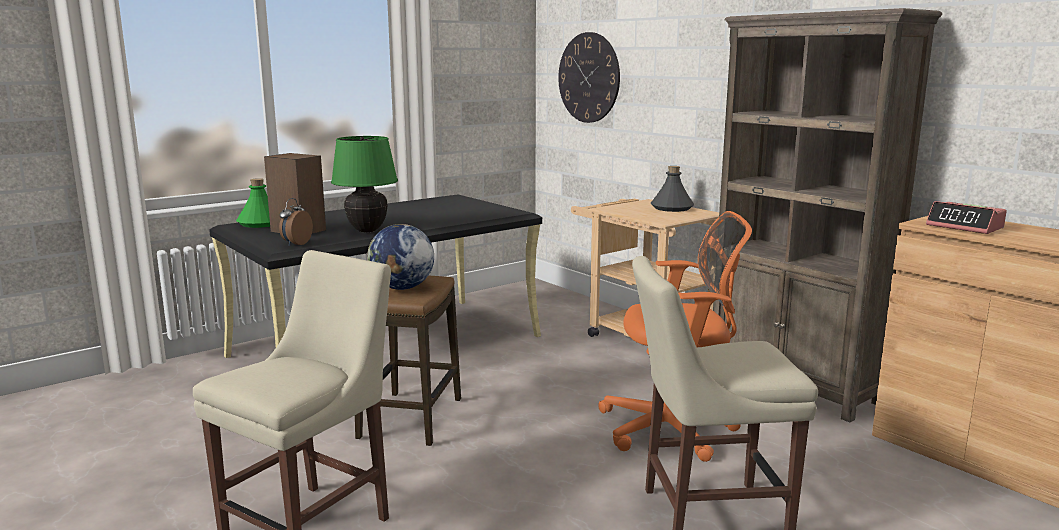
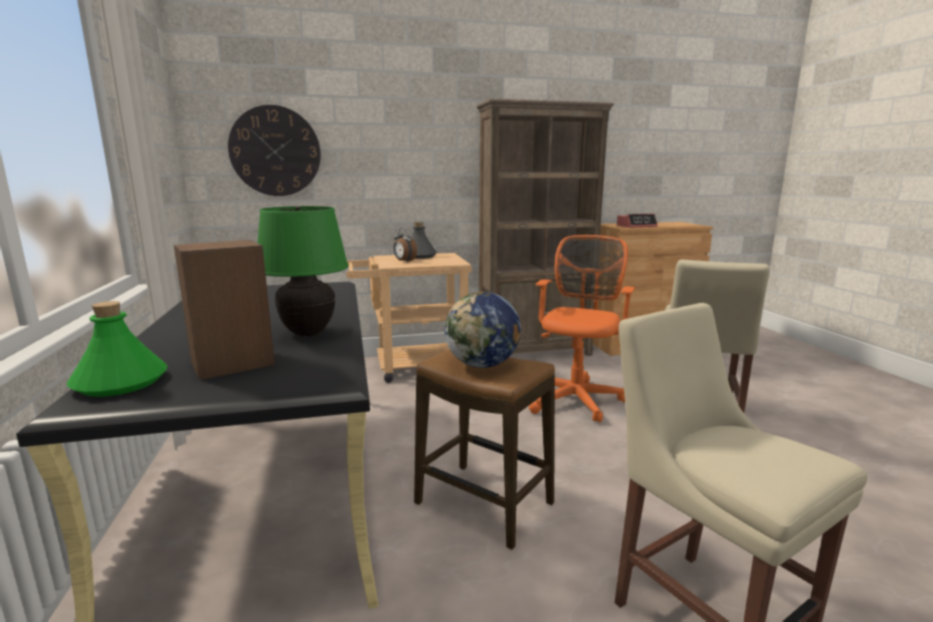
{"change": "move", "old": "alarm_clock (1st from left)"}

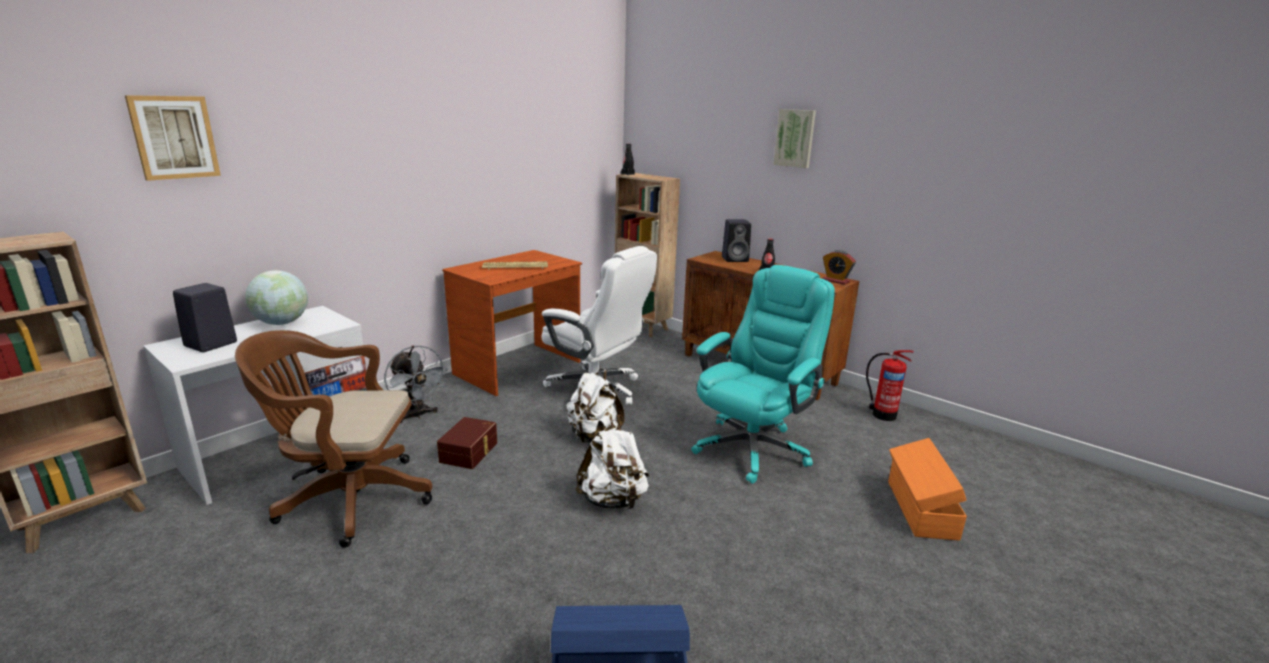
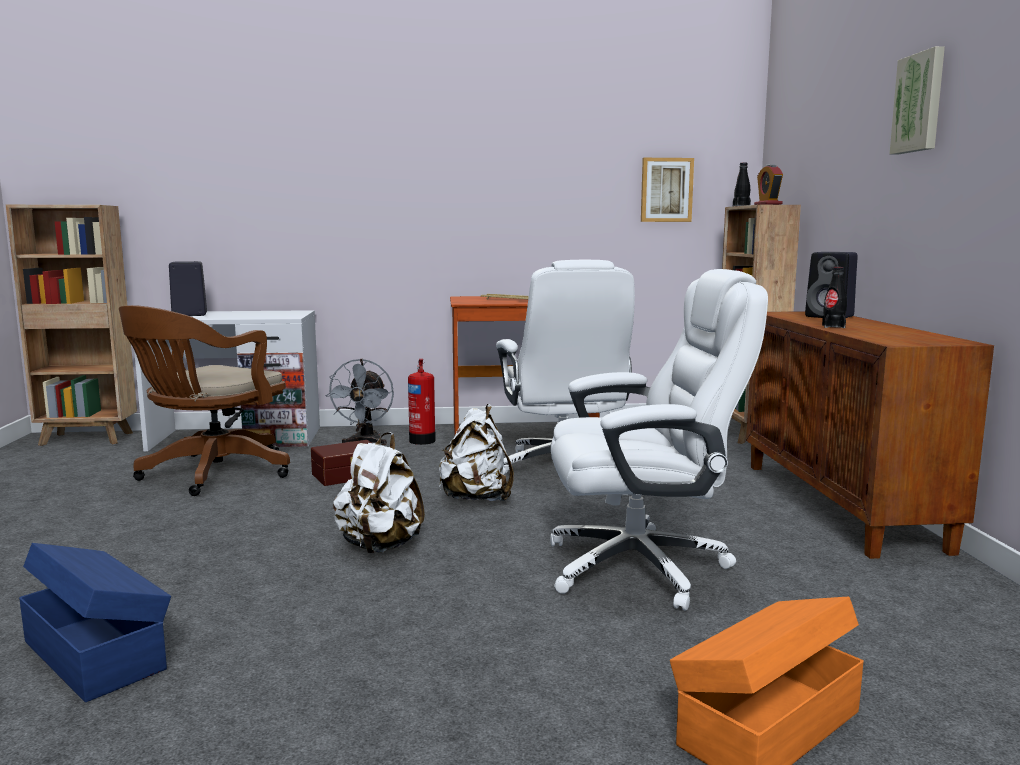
{"change": "rotate", "old": "brownish_office_chair", "degrees": -105}
{"change": "move", "old": "fire_extinguisher"}
{"change": "recolor", "old": "blue-green_office_chair", "new": "white_office_chair (2nd from left)"}
{"change": "move", "old": "wall_picture (1st from left)"}
{"change": "move", "old": "alarm_clock"}
{"change": "delete", "old": "globe"}

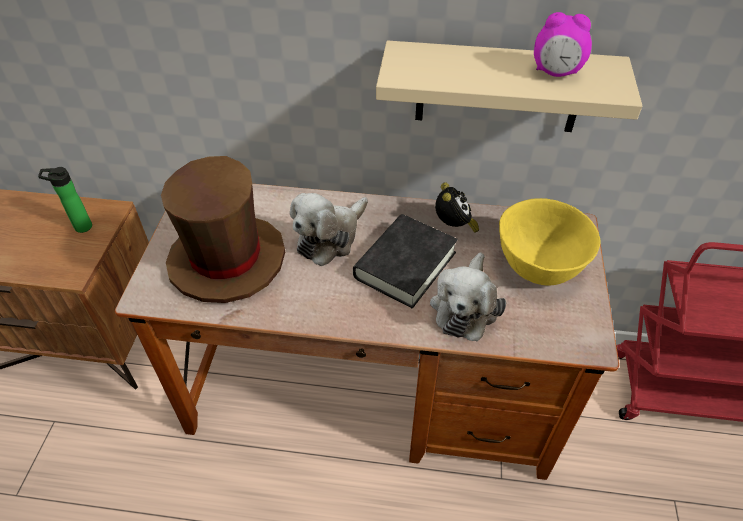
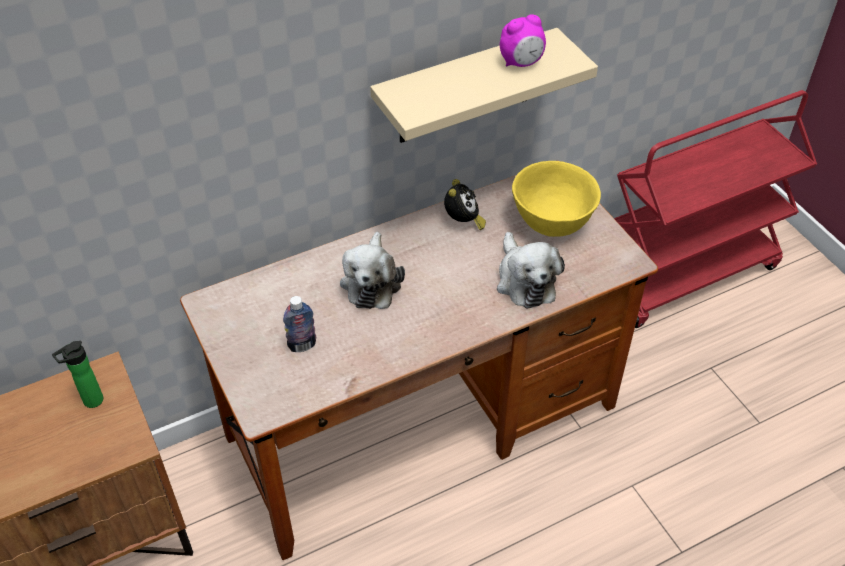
{"change": "replace", "old": "brownish_hat", "new": "drink_bottle (2nd from left)"}
{"change": "rotate", "old": "alarm_clock (1st from left)", "degrees": 45}
{"change": "delete", "old": "black-coloured_book"}

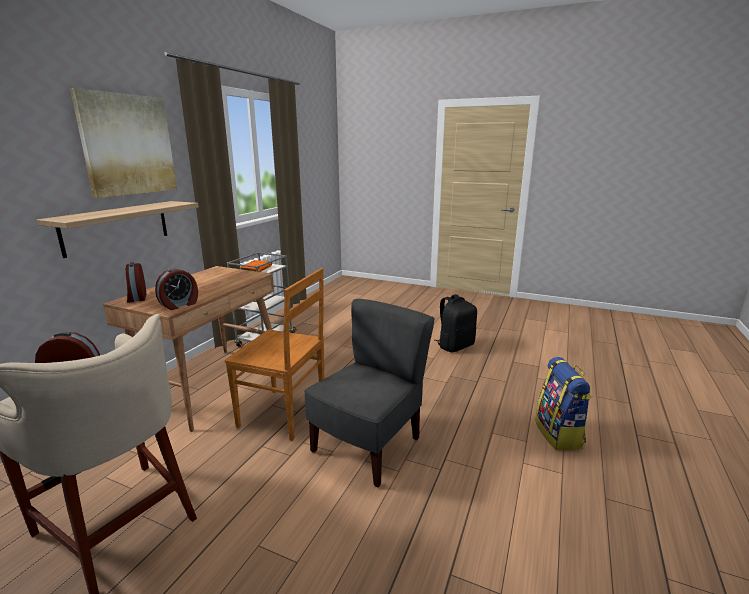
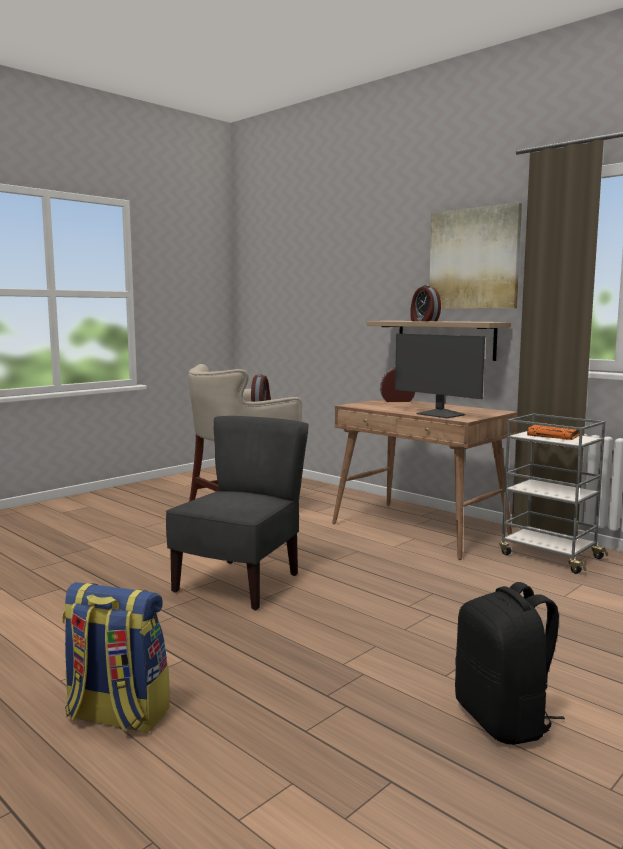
{"change": "rotate", "old": "gray_plain_chair", "degrees": -120}
{"change": "insert", "new": "computer_screen"}
{"change": "move", "old": "alarm_clock (3rd from left)"}
{"change": "delete", "old": "brownish_plain_chair"}

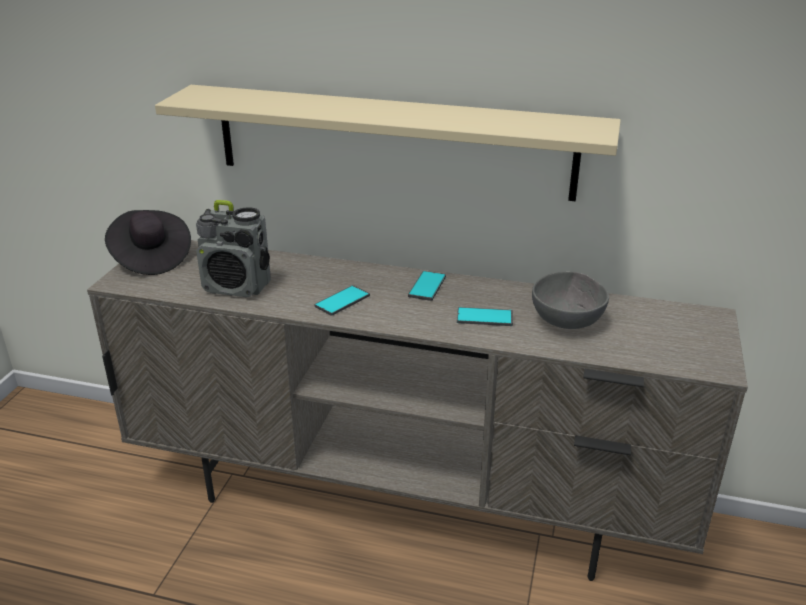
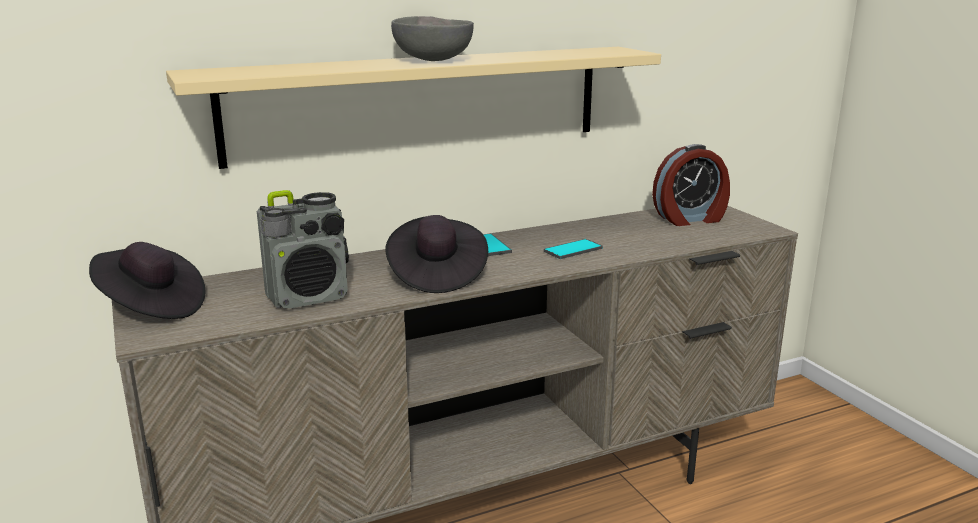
{"change": "replace", "old": "handset (1st from left)", "new": "black-coloured_hat (2nd from left)"}
{"change": "move", "old": "gray_deep_dish"}
{"change": "insert", "new": "alarm_clock"}

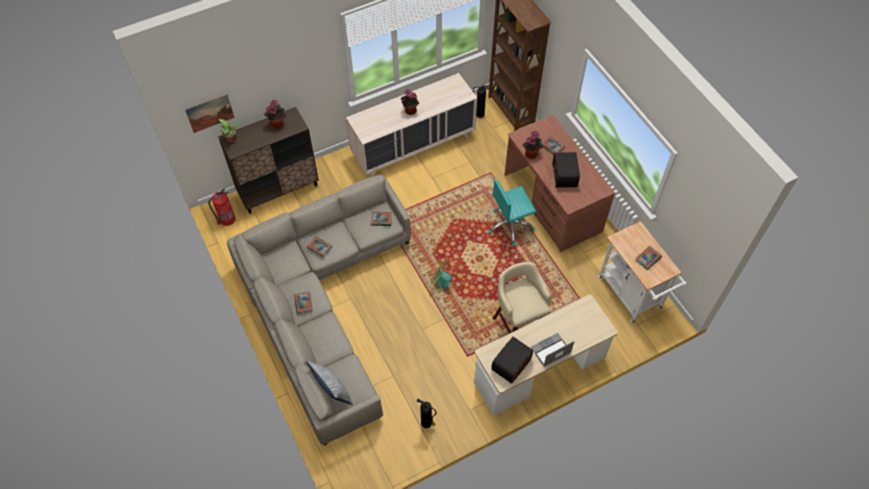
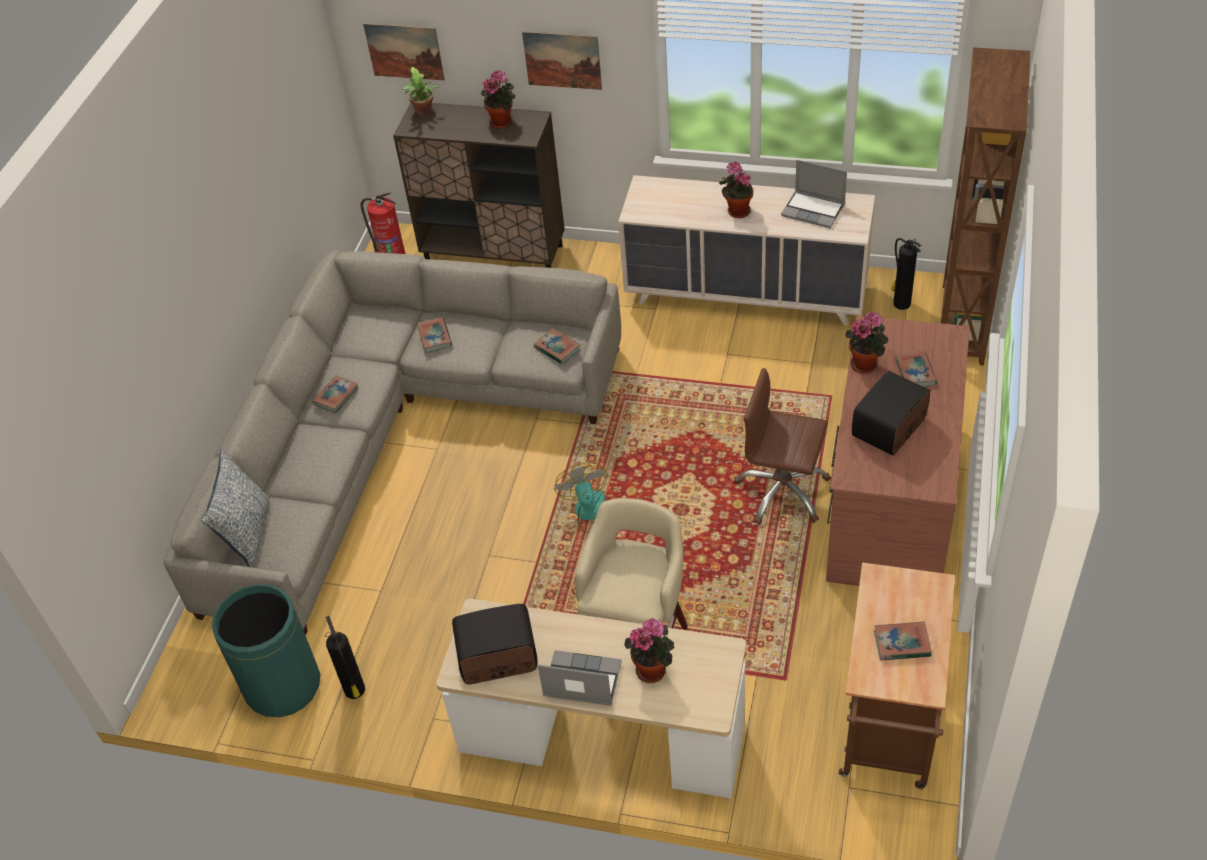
{"change": "insert", "new": "green_trash_can"}
{"change": "insert", "new": "wall_picture (2nd from left)"}
{"change": "insert", "new": "potted_plant (3rd from left)"}
{"change": "recolor", "old": "blue-green_office_chair", "new": "brownish_office_chair"}
{"change": "insert", "new": "portable_computer (2nd from left)"}
{"change": "recolor", "old": "white_trolley", "new": "brownish_trolley"}

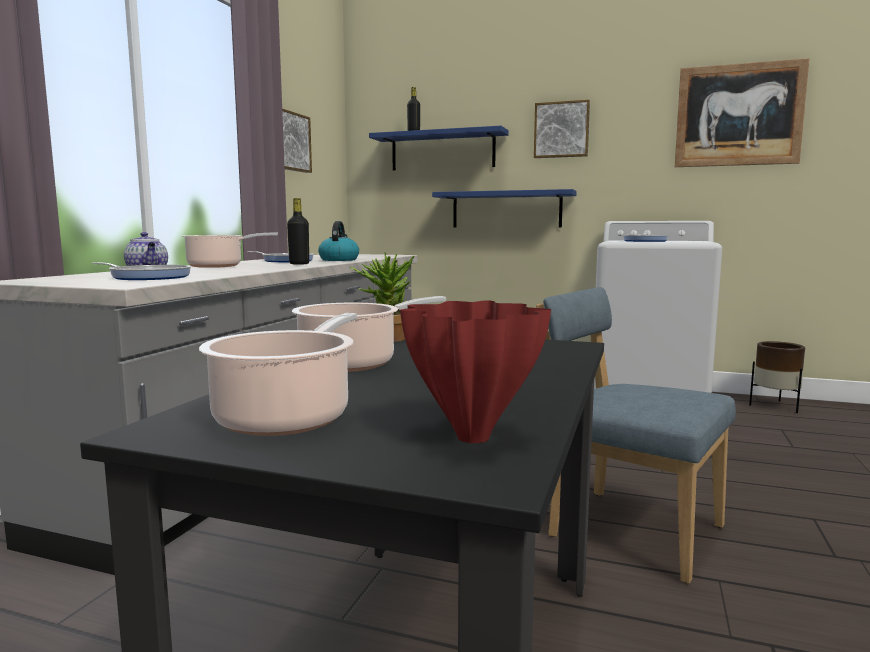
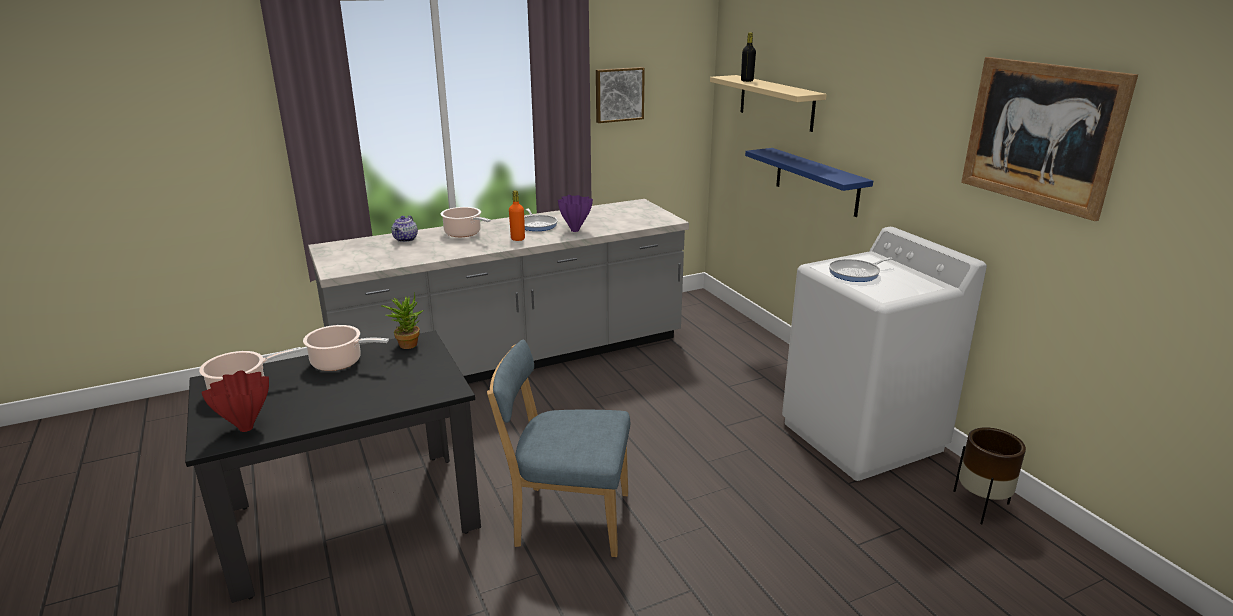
{"change": "rotate", "old": "blue-coloured_plain_chair", "degrees": -75}
{"change": "recolor", "old": "black-coloured_drink_bottle (1st from left)", "new": "orange_drink_bottle"}
{"change": "replace", "old": "kettle", "new": "purple_vase"}
{"change": "recolor", "old": "blue-coloured_shelf (1st from left)", "new": "sand-coloured_shelf"}
{"change": "delete", "old": "pan (1st from left)"}
{"change": "delete", "old": "wall_picture (2nd from left)"}

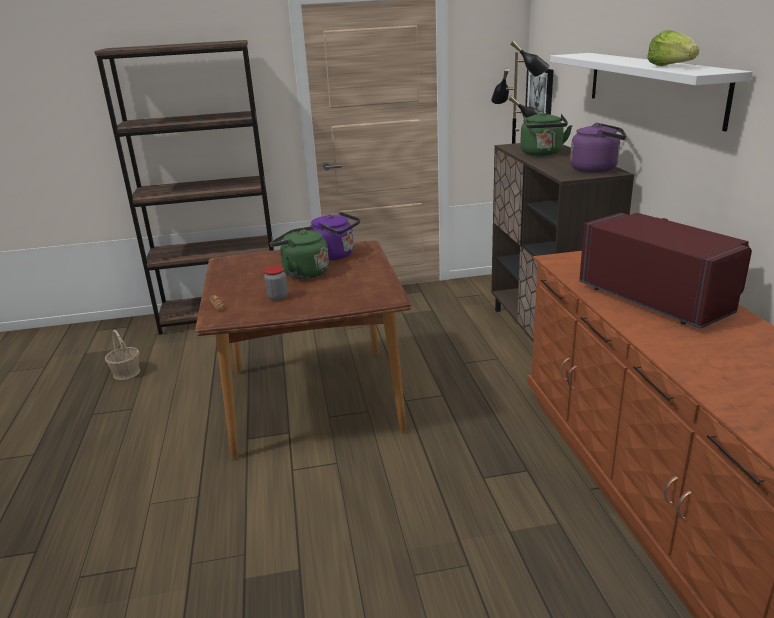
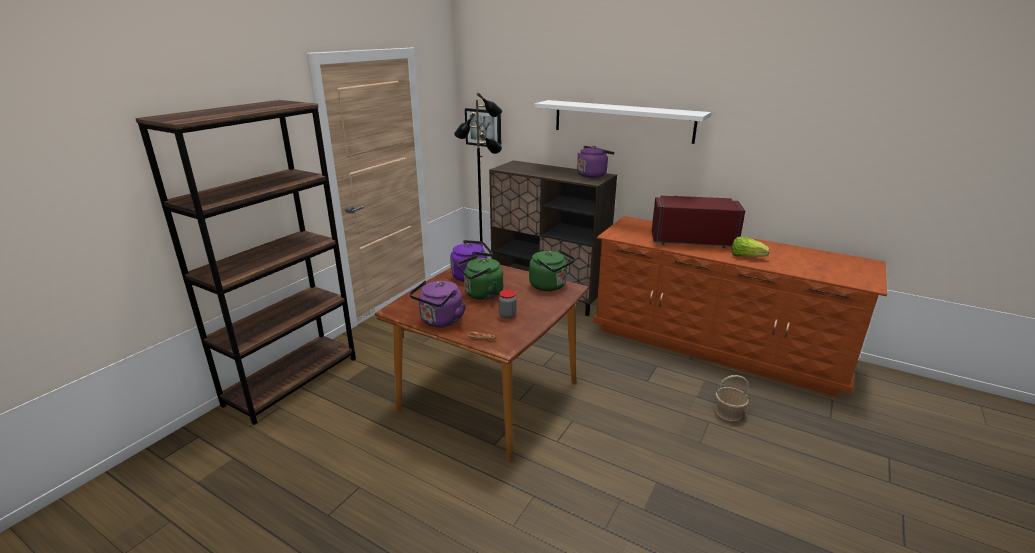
{"change": "insert", "new": "purple_kettle (1st from left)"}
{"change": "move", "old": "green_kettle (2nd from left)"}
{"change": "move", "old": "basket"}
{"change": "move", "old": "head_of_lettuce"}

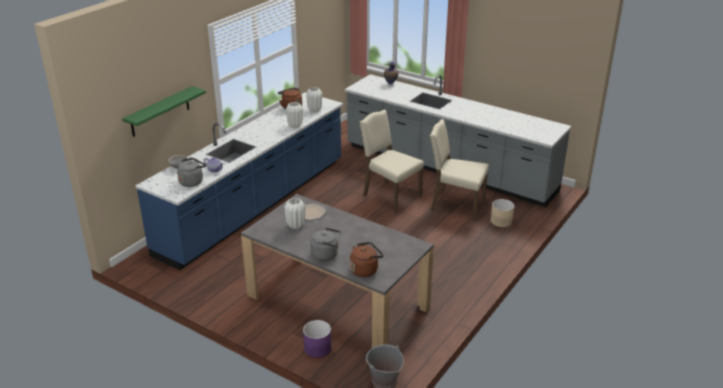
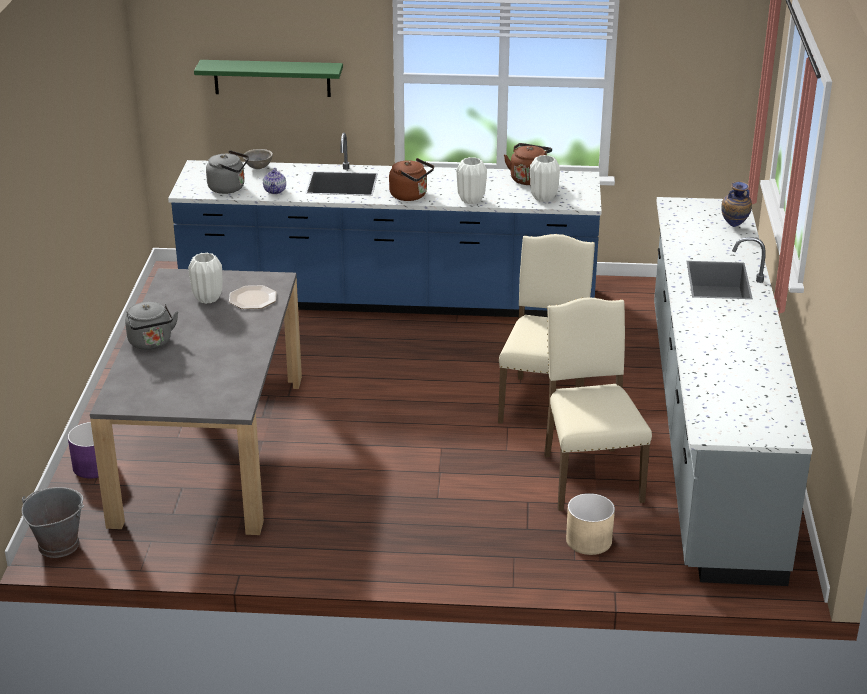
{"change": "move", "old": "brownish_kettle (2nd from left in the first image)", "new": "brownish_kettle (1st from left)"}

